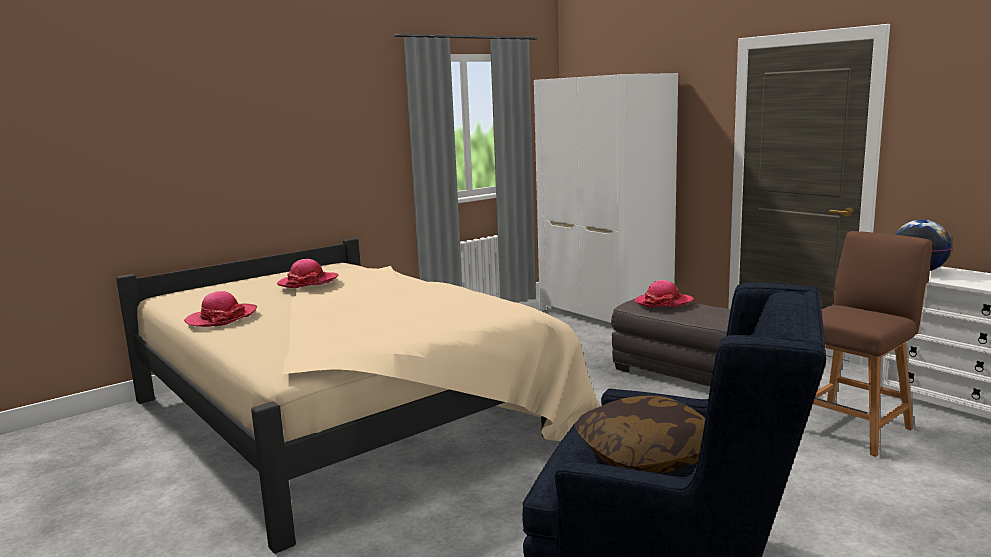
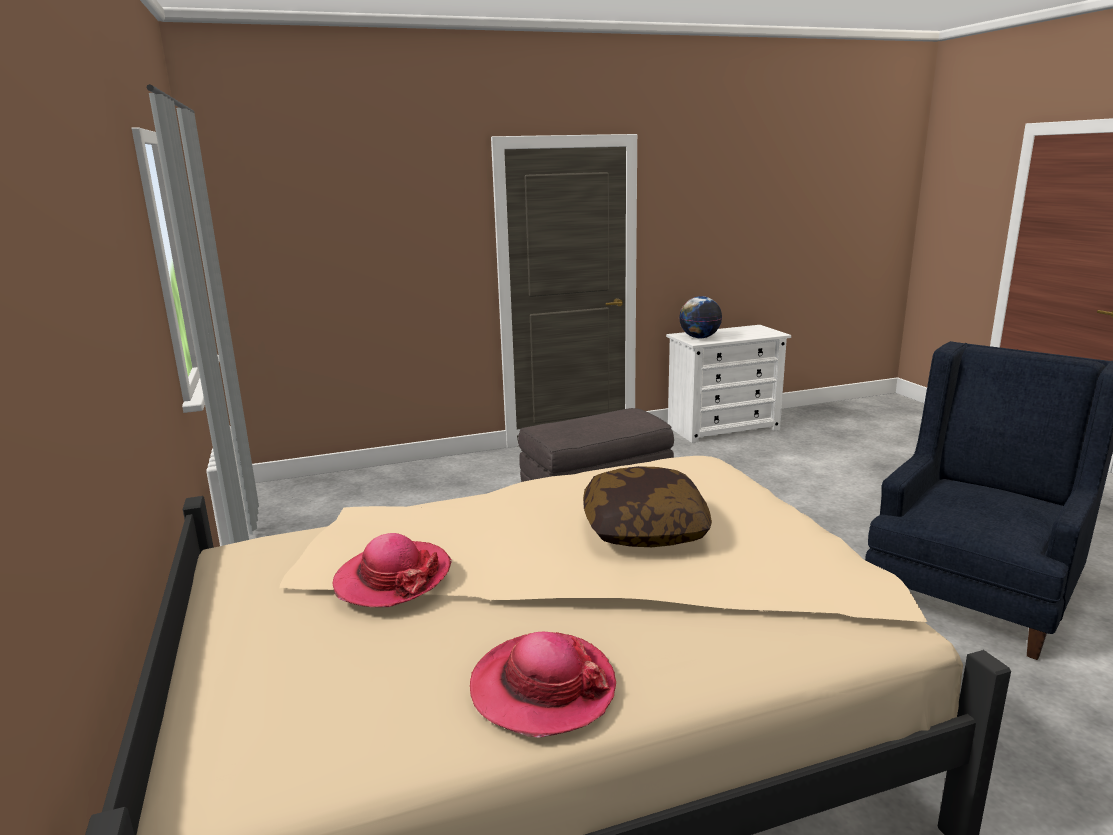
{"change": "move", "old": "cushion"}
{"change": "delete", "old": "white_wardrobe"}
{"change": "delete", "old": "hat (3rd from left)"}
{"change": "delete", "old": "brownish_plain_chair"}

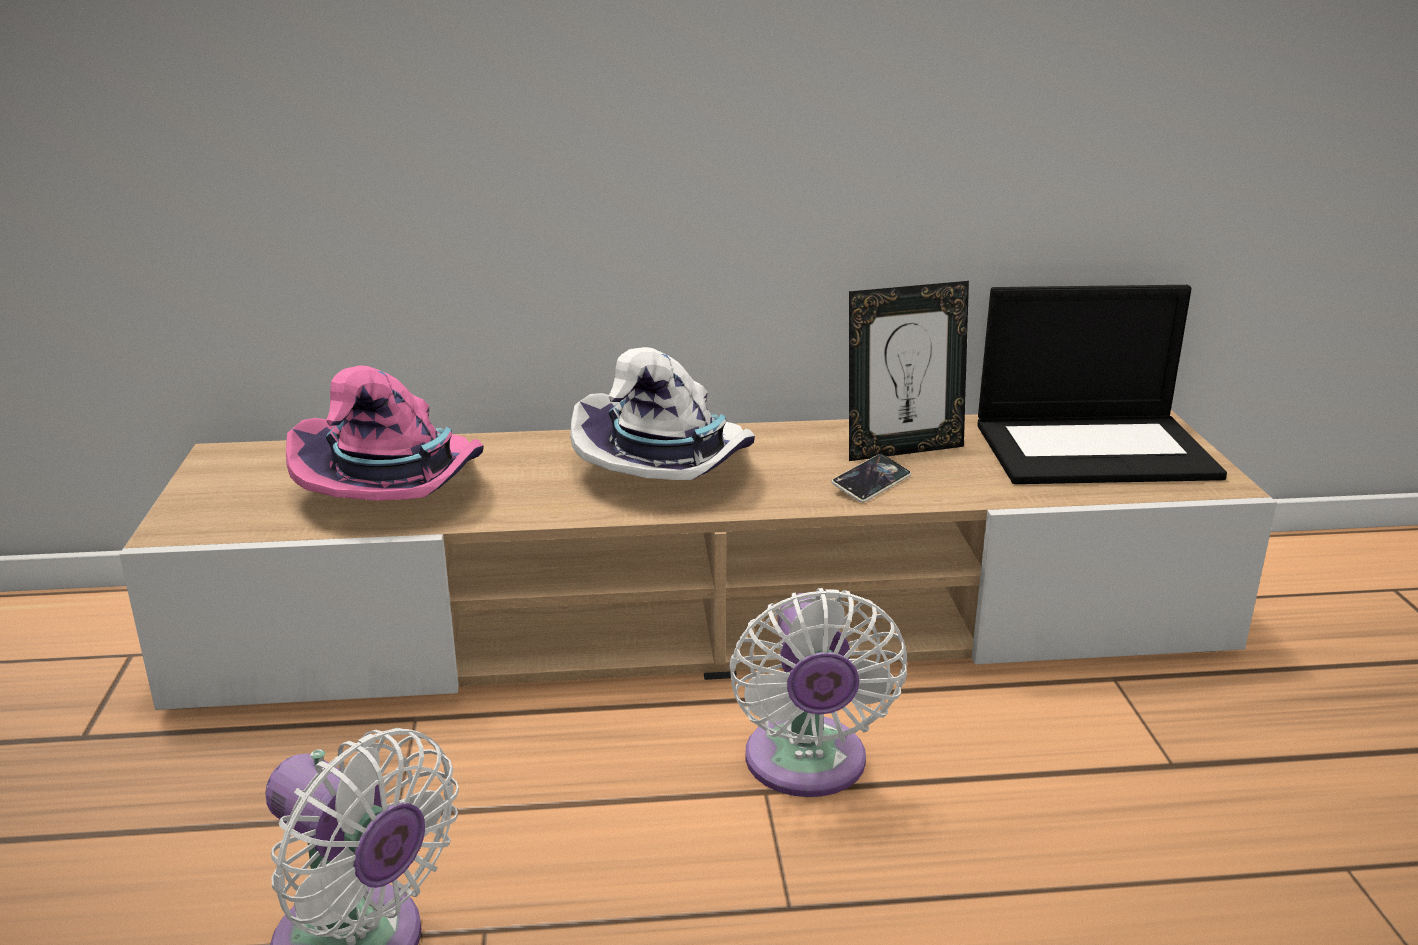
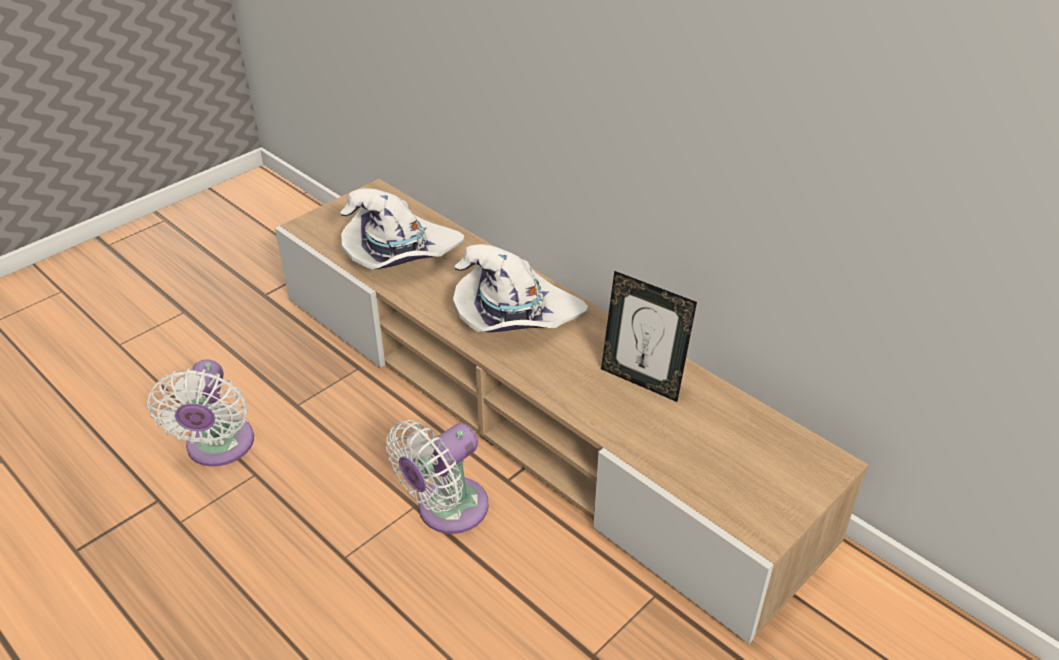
{"change": "recolor", "old": "pink_hat", "new": "white_hat (1st from left)"}
{"change": "delete", "old": "handset"}
{"change": "delete", "old": "portable_computer"}

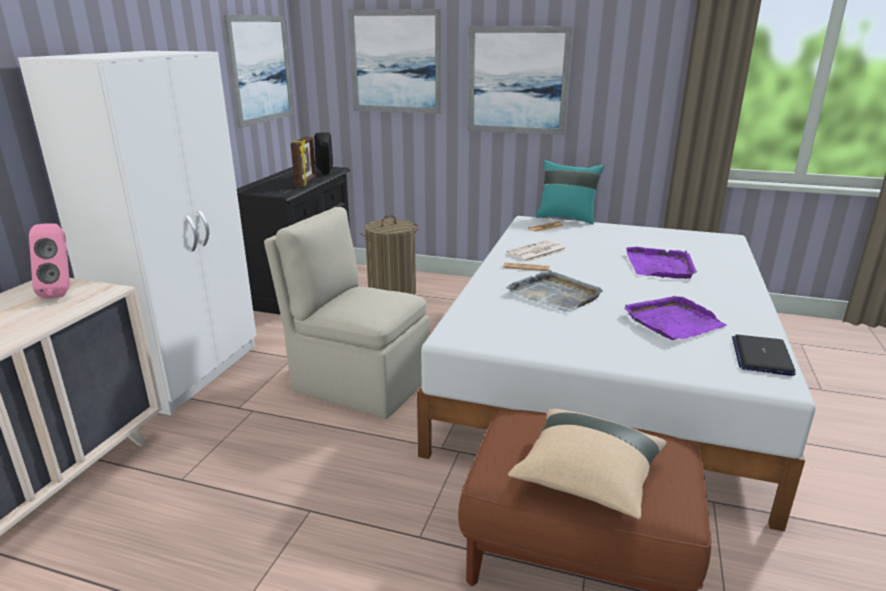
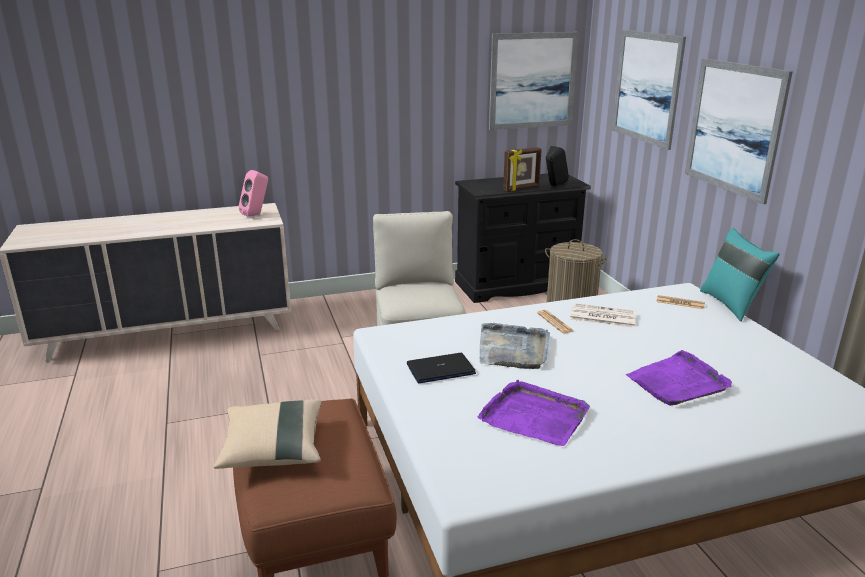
{"change": "move", "old": "portable_computer"}
{"change": "delete", "old": "white_wardrobe"}

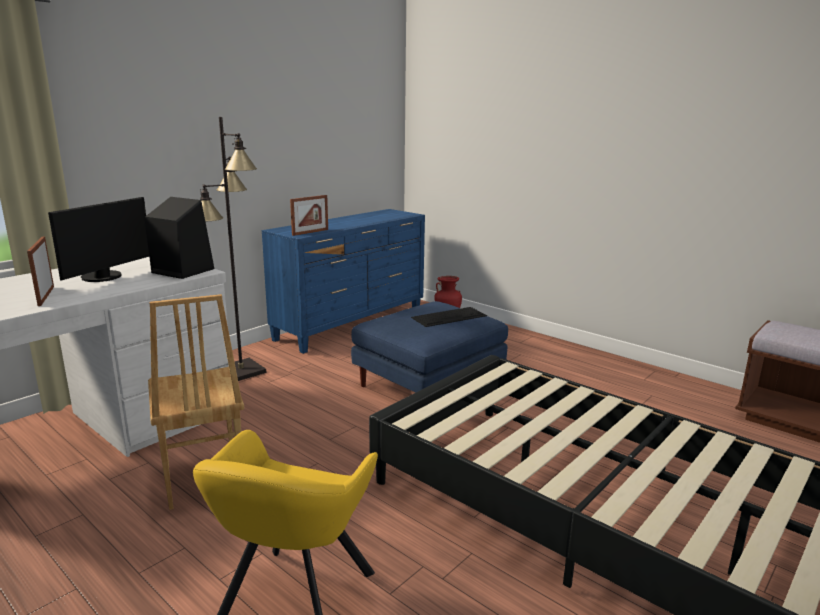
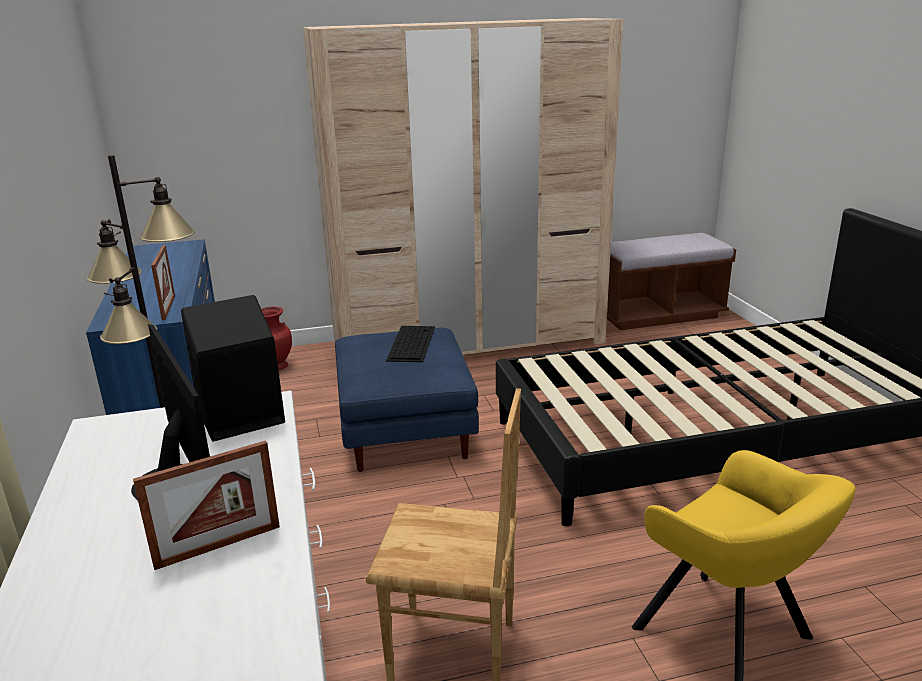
{"change": "rotate", "old": "photo_frame (1st from left in the first image)", "degrees": -45}
{"change": "insert", "new": "sand-coloured_wardrobe"}

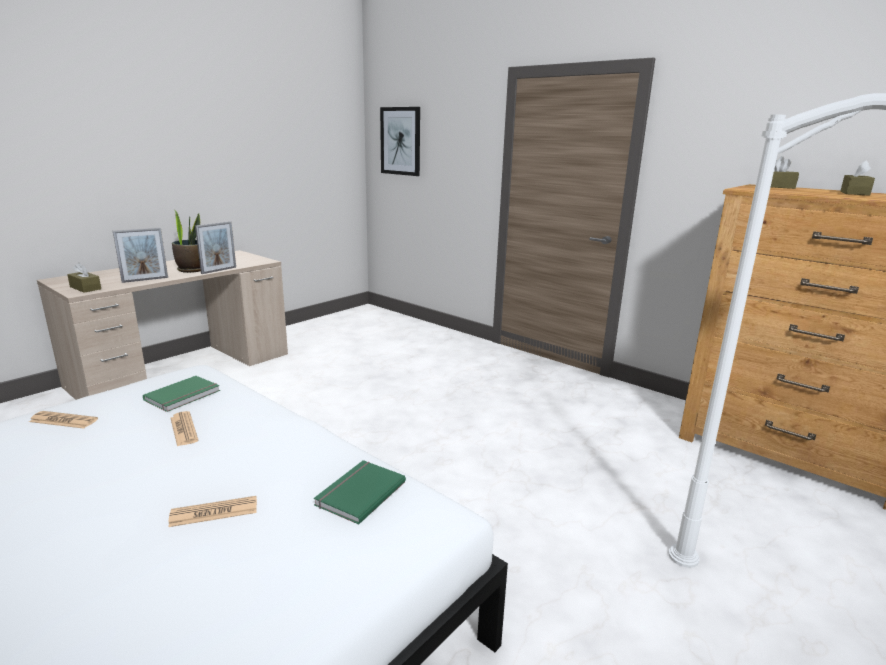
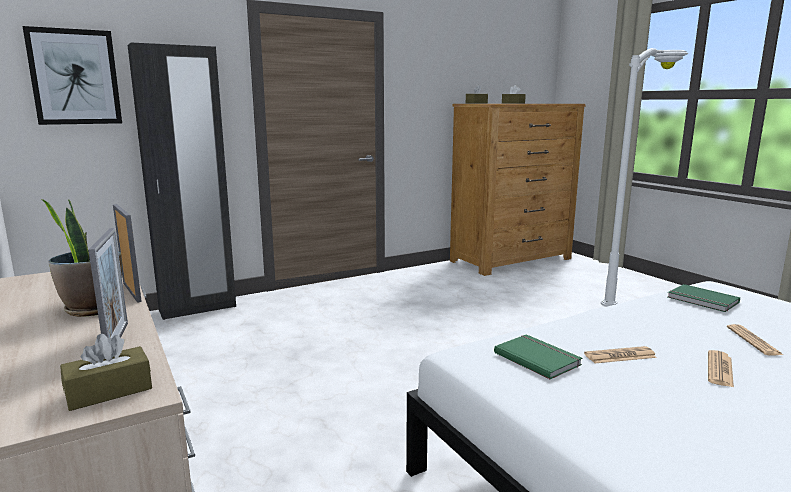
{"change": "insert", "new": "black-coloured_wardrobe"}
{"change": "move", "old": "daily_paper (1st from left in the first image)", "new": "daily_paper (2nd from left)"}

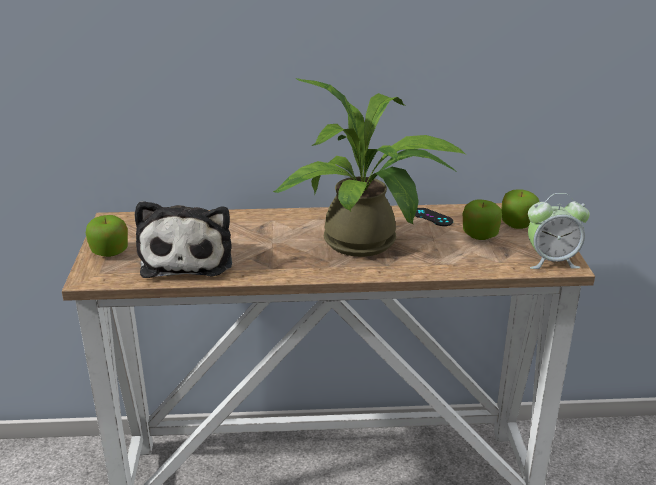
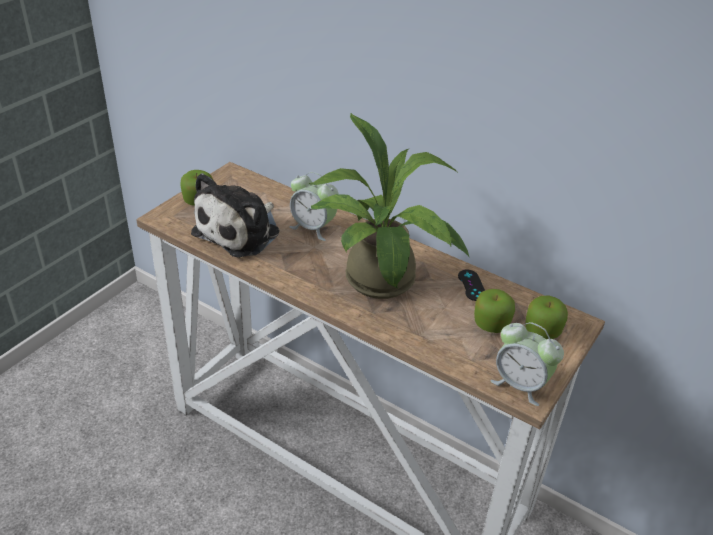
{"change": "insert", "new": "alarm_clock (1st from left)"}

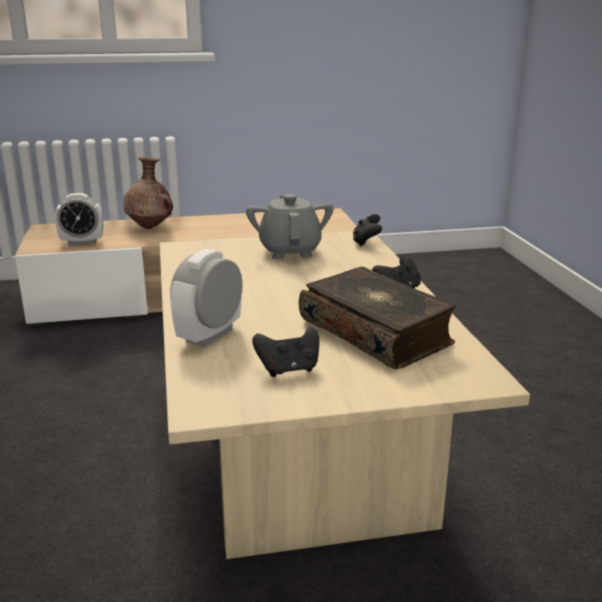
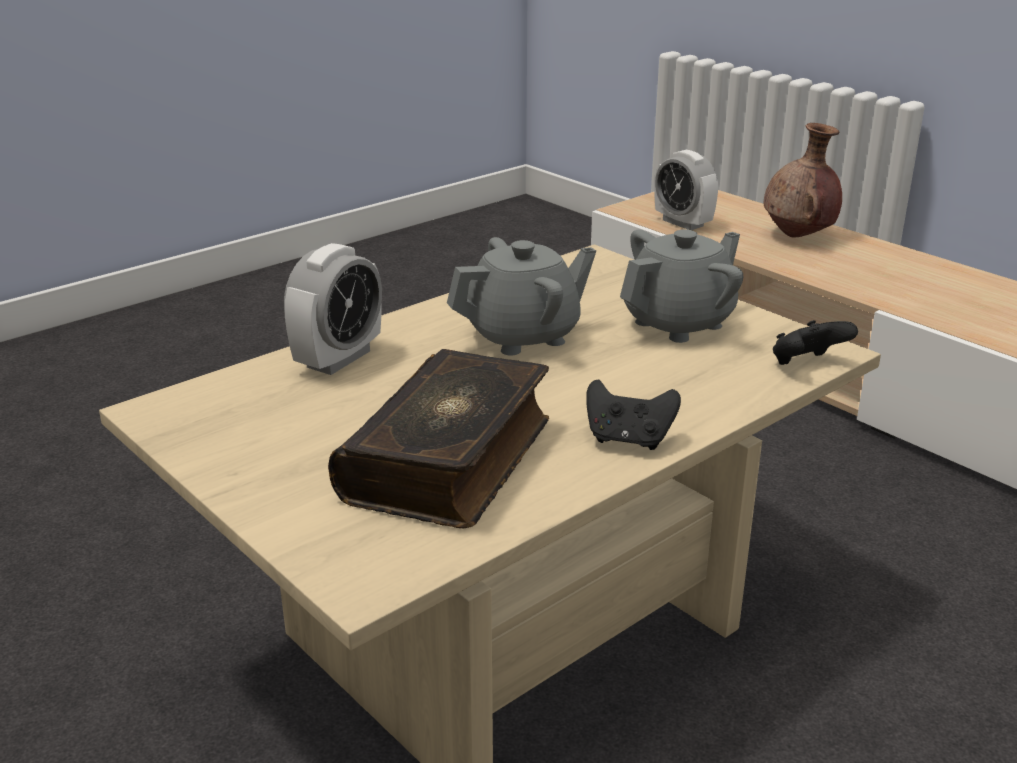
{"change": "rotate", "old": "alarm_clock (2nd from left in the first image)", "degrees": 120}
{"change": "insert", "new": "gray_pot_for_tea (1st from left)"}
{"change": "delete", "old": "black-coloured_gamepad (1st from left)"}

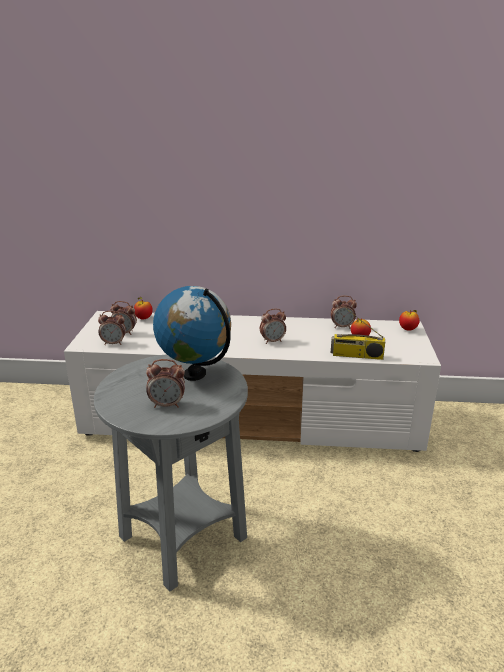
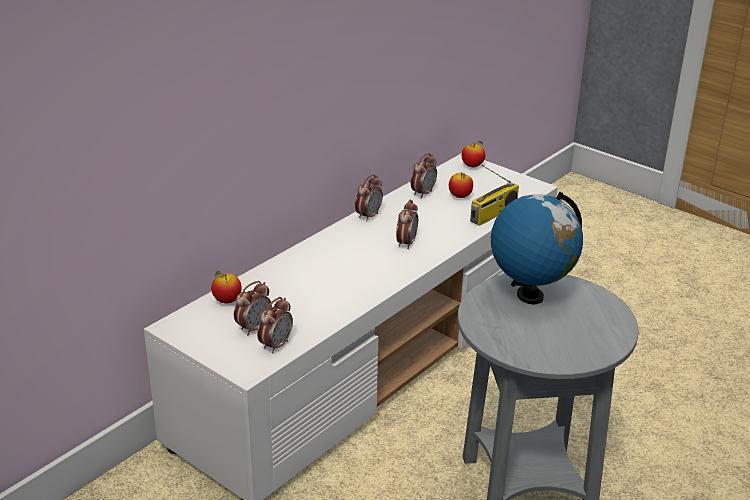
{"change": "move", "old": "alarm_clock (3rd from left)"}

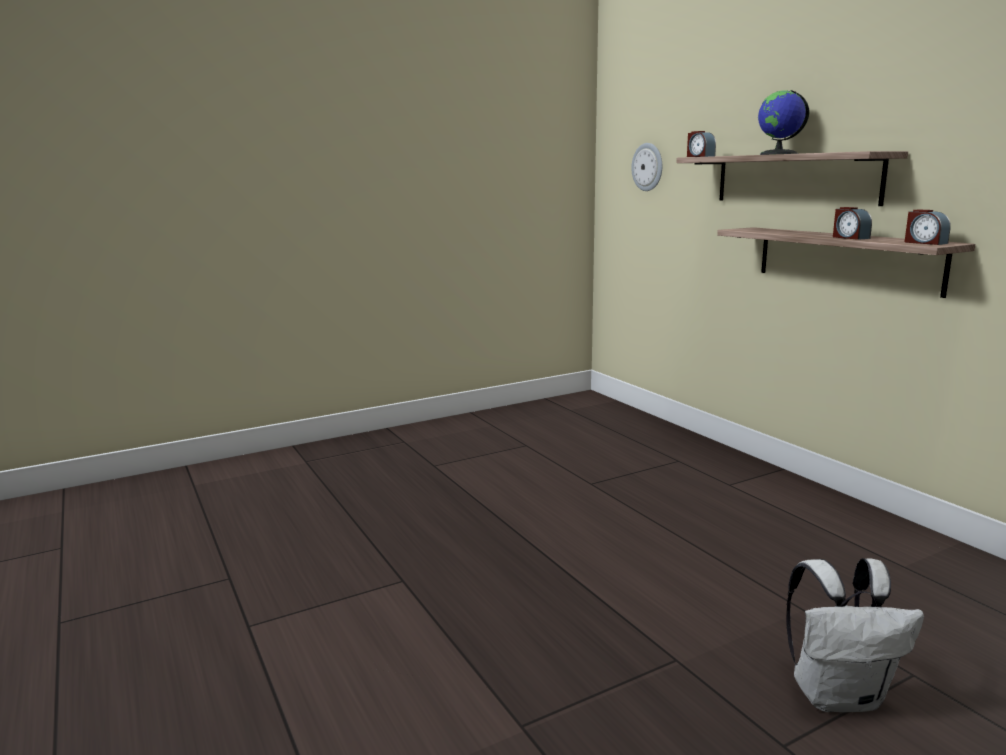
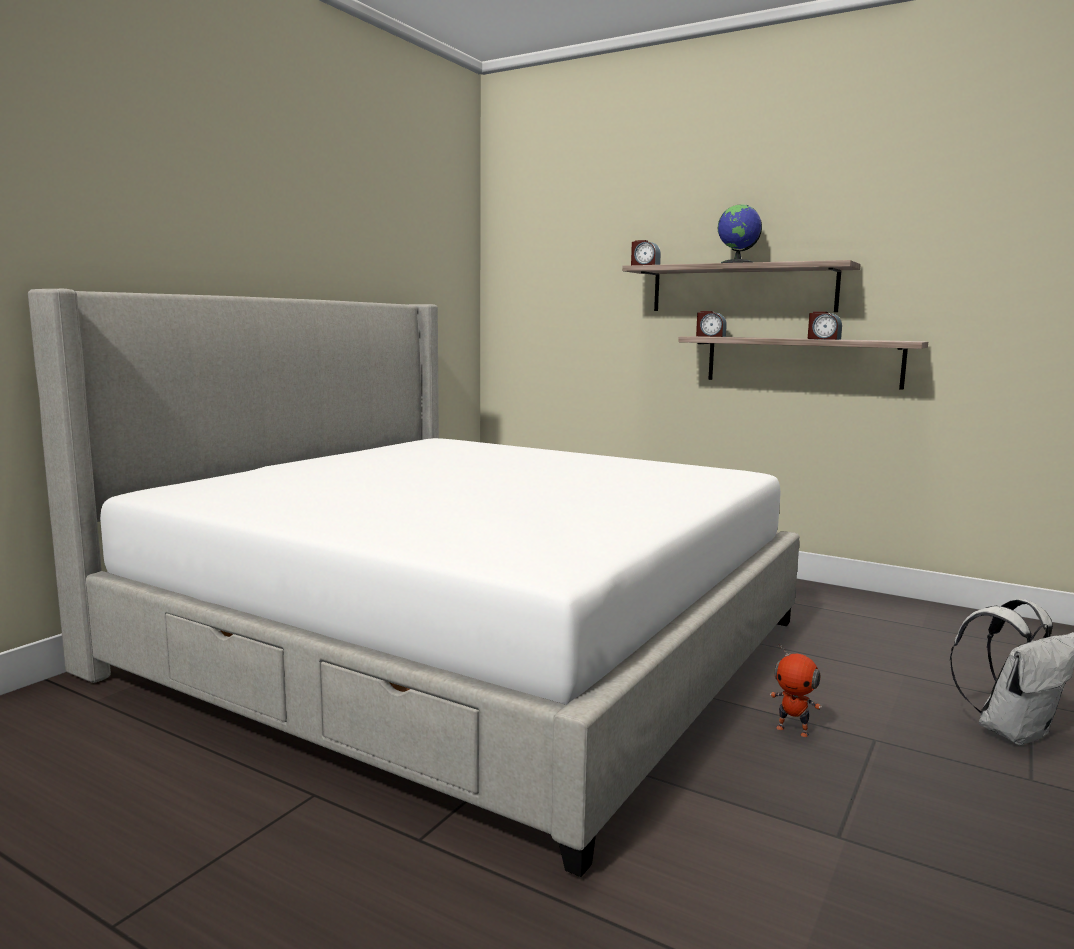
{"change": "insert", "new": "bedroom_bed"}
{"change": "move", "old": "alarm_clock (3rd from left in the first image)", "new": "alarm_clock (2nd from left)"}
{"change": "insert", "new": "robot_figure"}
{"change": "delete", "old": "clock_on_the_wall"}

